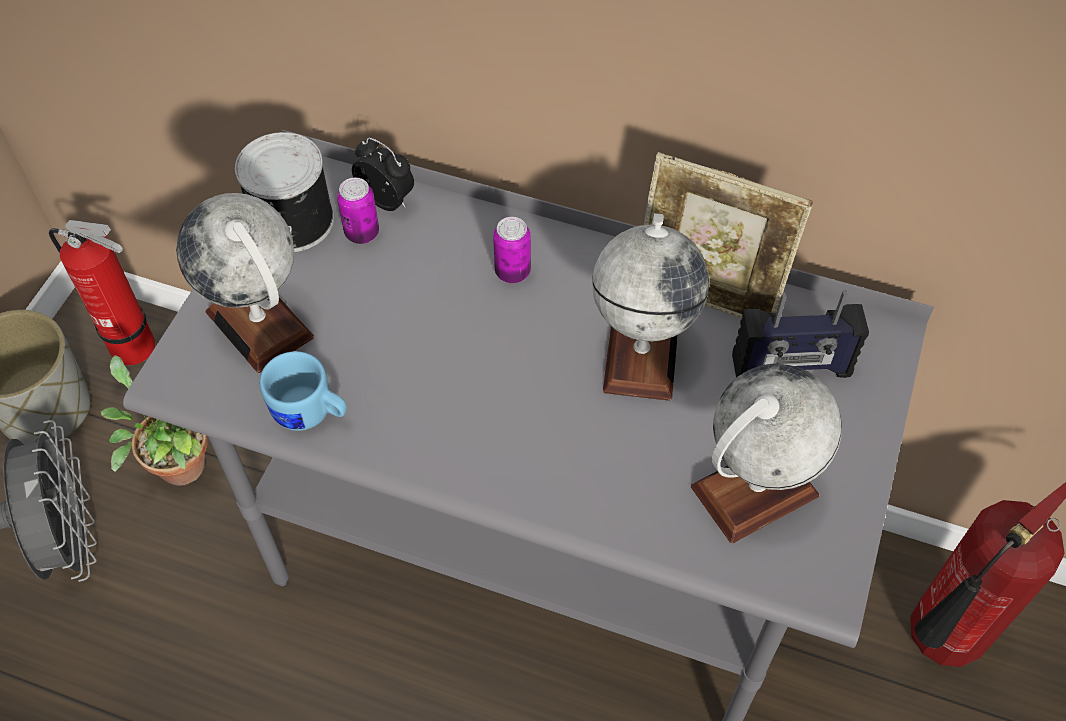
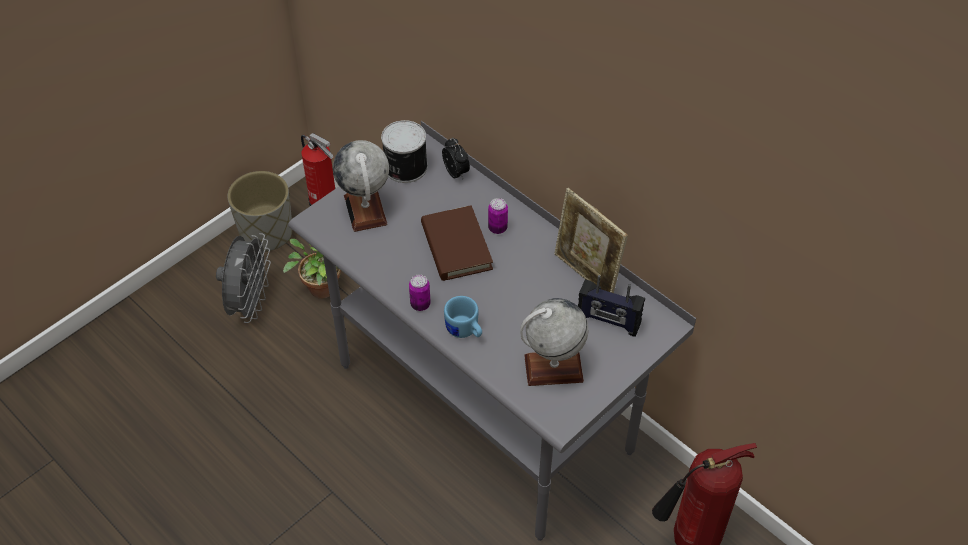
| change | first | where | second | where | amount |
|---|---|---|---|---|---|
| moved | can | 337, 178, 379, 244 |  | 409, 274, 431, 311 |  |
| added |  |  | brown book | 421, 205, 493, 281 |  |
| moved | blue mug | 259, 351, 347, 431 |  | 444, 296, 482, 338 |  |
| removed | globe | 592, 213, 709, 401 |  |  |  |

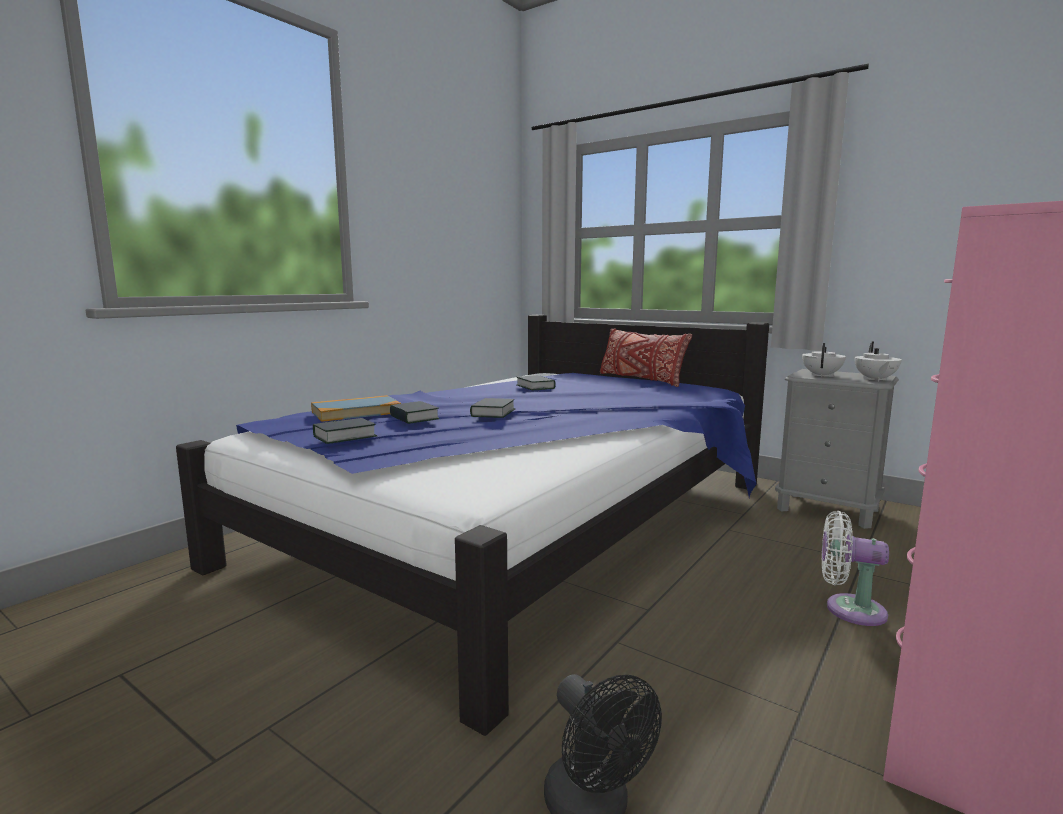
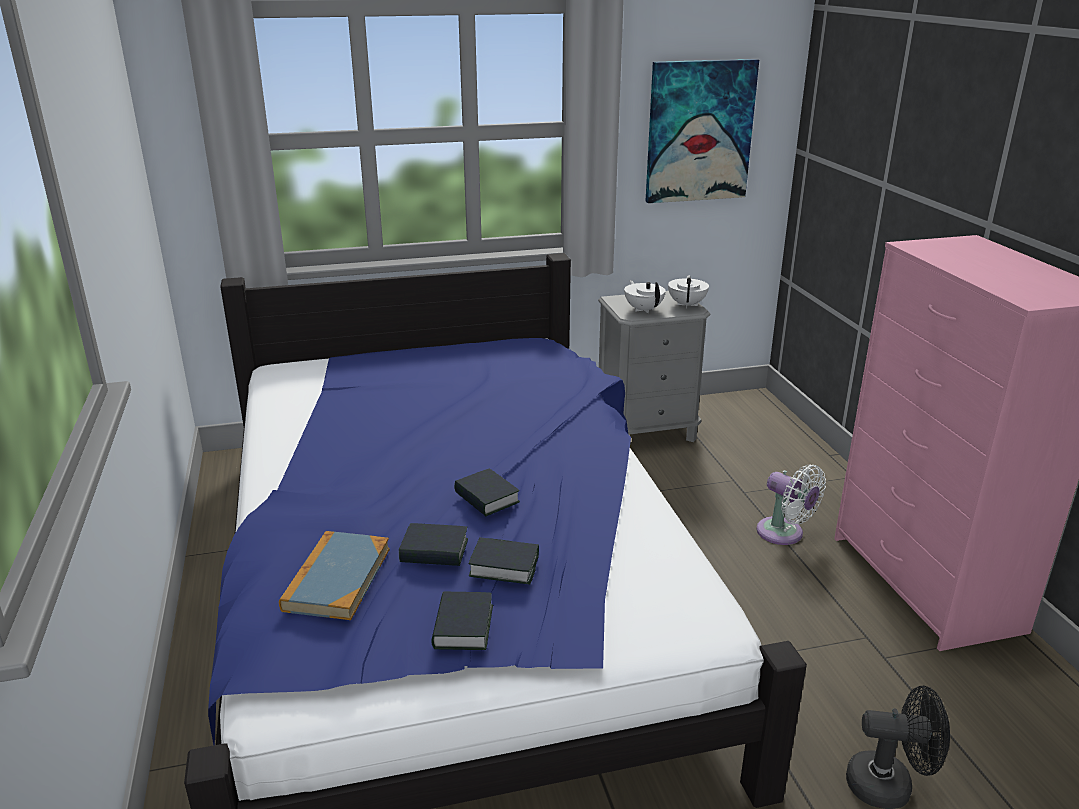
| change | first | where | second | where | amount |
|---|---|---|---|---|---|
| moved | book | 516, 375, 556, 391 |  | 469, 537, 539, 584 |  |
| added |  |  | picture | 645, 59, 759, 203 |  |
| turned | white teapot | 854, 342, 902, 381 |  | 668, 275, 709, 308 | 135 degrees counterclockwise |
| turned | white fan | 822, 511, 889, 626 |  | 757, 464, 826, 545 | 105 degrees counterclockwise |
| removed | red pillow | 600, 328, 692, 387 |  |  |  |

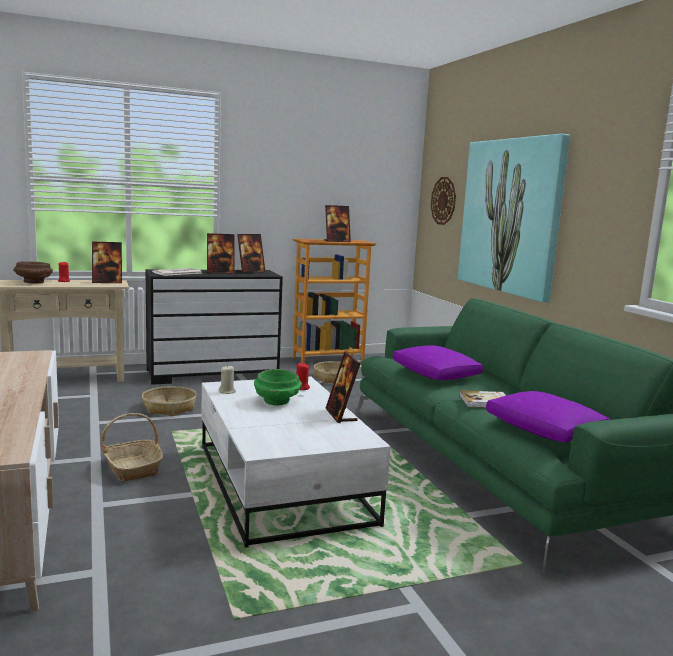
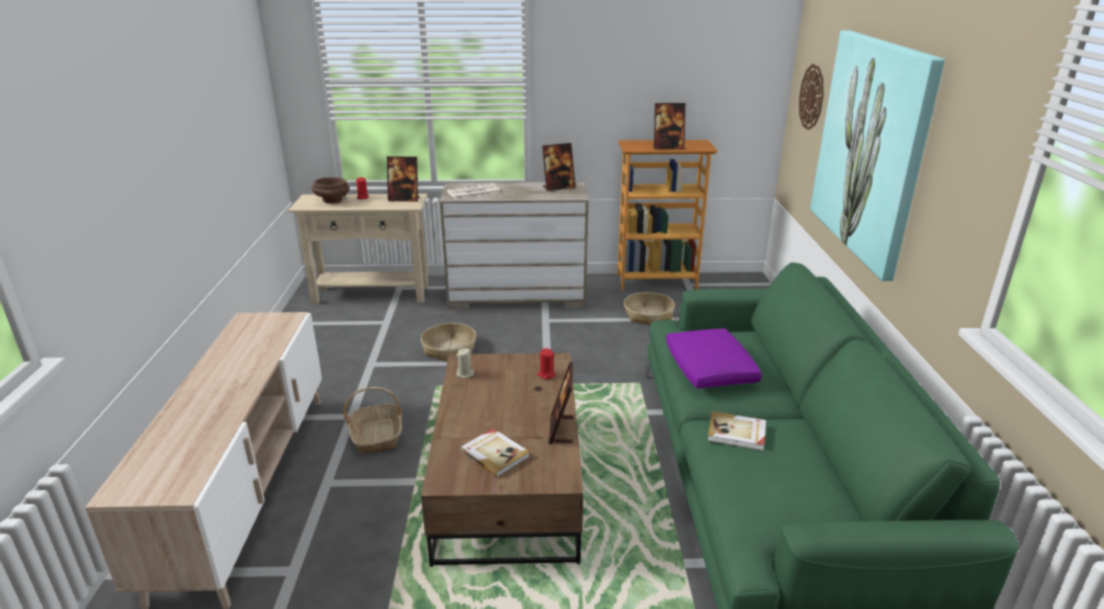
| change | first | where | second | where | amount |
|---|---|---|---|---|---|
| recoloured | white coffee table | 201, 376, 391, 548 | brown coffee table | 421, 353, 583, 567 |  |
| recoloured | black dresser | 146, 269, 283, 385 | beige dresser | 439, 182, 589, 310 |  |
| added |  |  | book | 460, 428, 530, 477 |  |
| removed | picture frame | 207, 233, 234, 274 |  |  |  |
| removed | green bowl | 254, 369, 302, 405 |  |  |  |
| removed | purple pillow | 486, 391, 610, 442 |  |  |  |

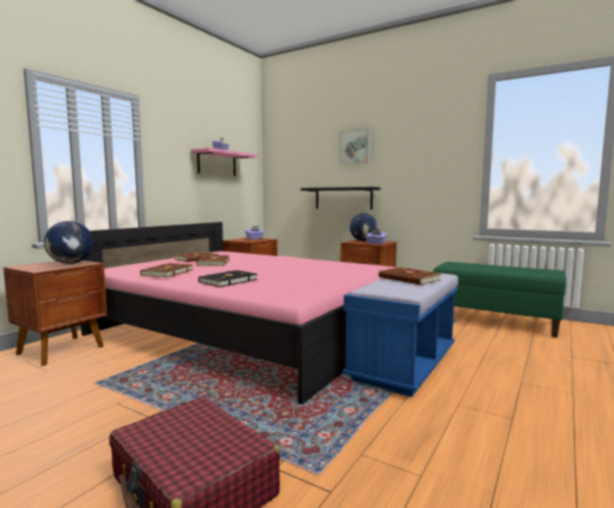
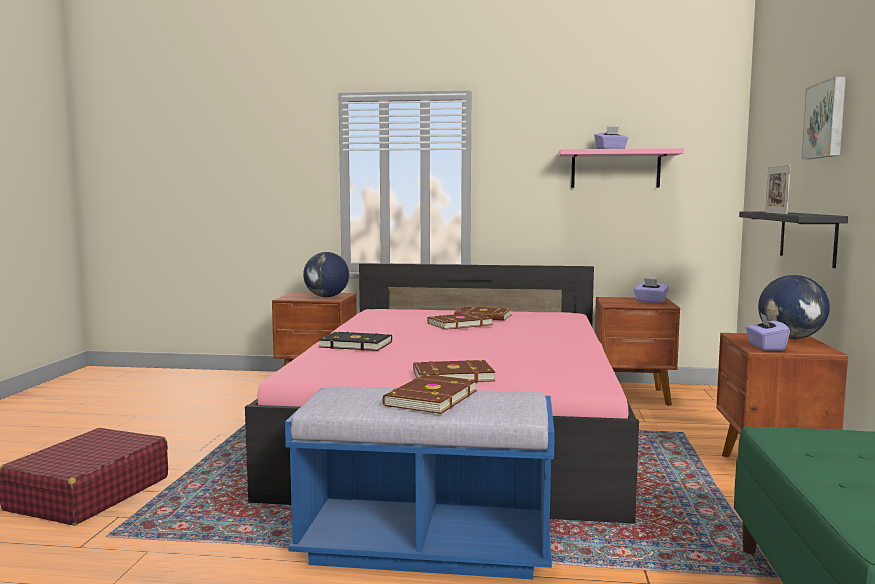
| change | first | where | second | where | amount |
|---|---|---|---|---|---|
| moved | brown book | 140, 263, 193, 277 |  | 413, 360, 495, 383 |  |
| added |  |  | picture frame | 765, 165, 791, 214 |  |

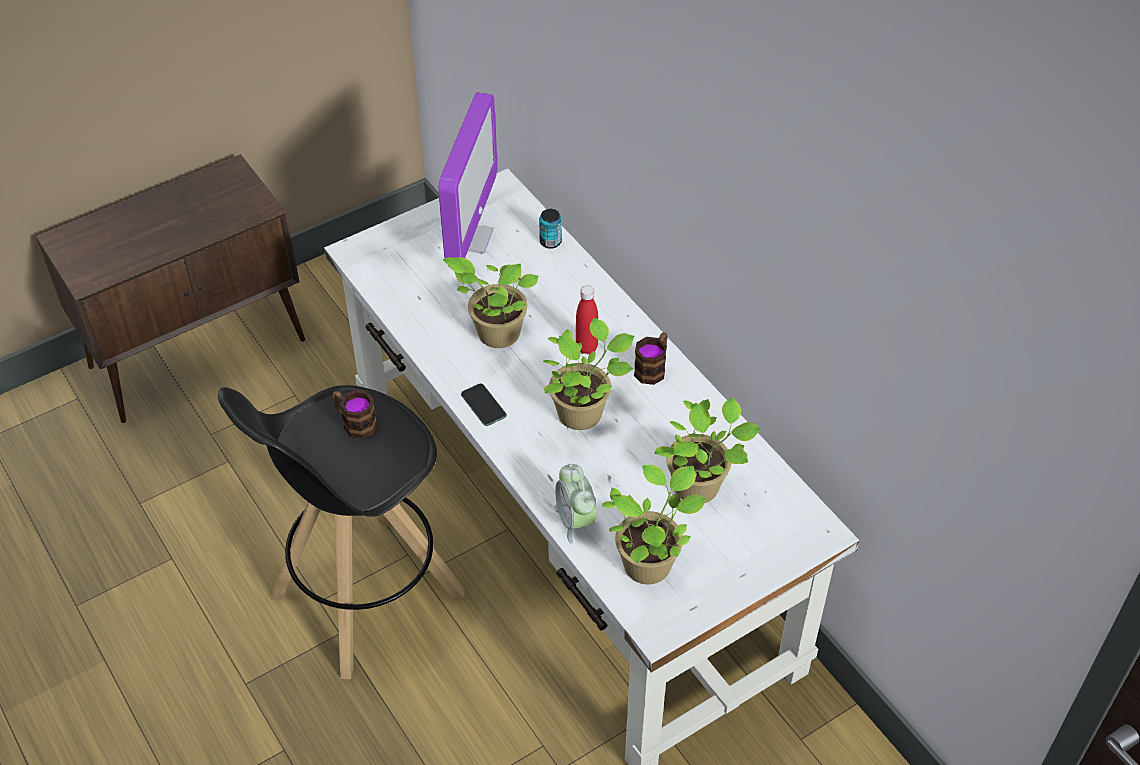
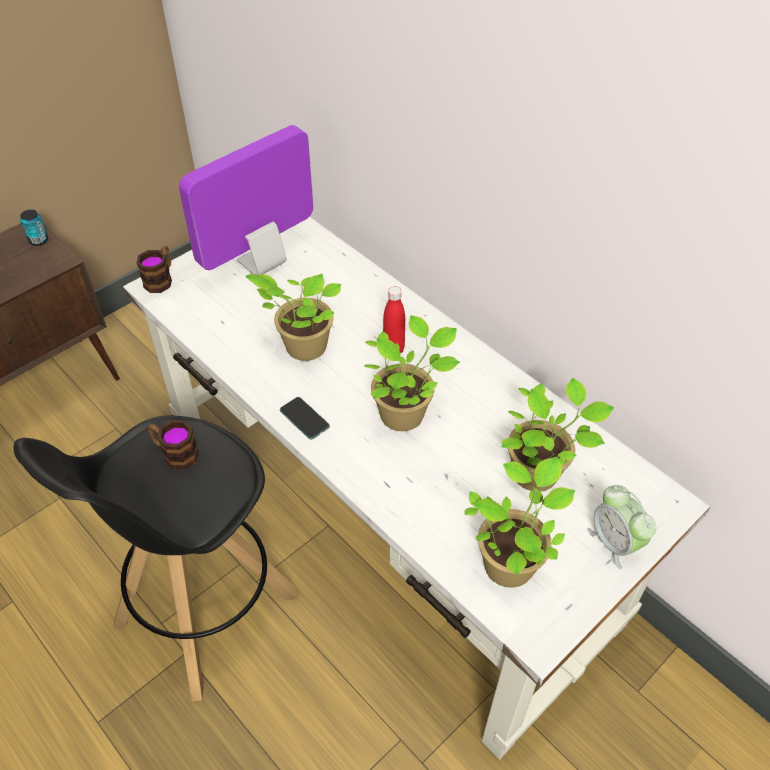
| change | first | where | second | where | amount |
|---|---|---|---|---|---|
| moved | can | 539, 209, 562, 249 |  | 20, 209, 48, 246 |  |
| moved | mug | 634, 332, 668, 385 |  | 136, 246, 172, 293 |  |
| turned | monitor | 438, 92, 497, 259 |  | 179, 125, 313, 275 | 135 degrees counterclockwise |
| moved | alarm clock | 554, 464, 596, 544 |  | 587, 485, 656, 570 |  |

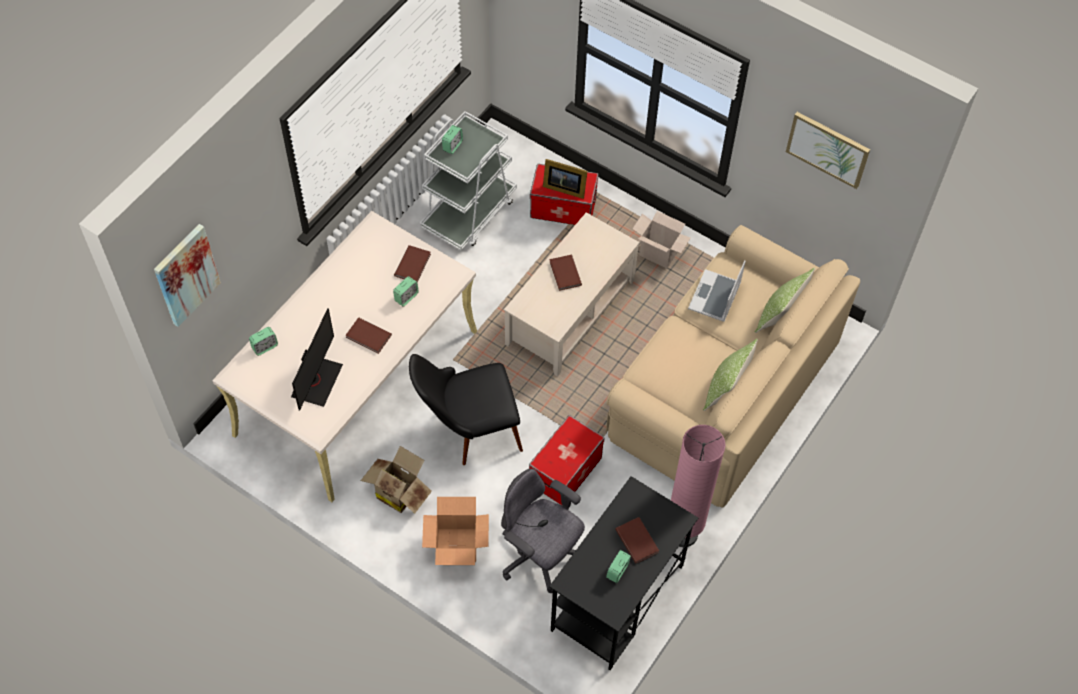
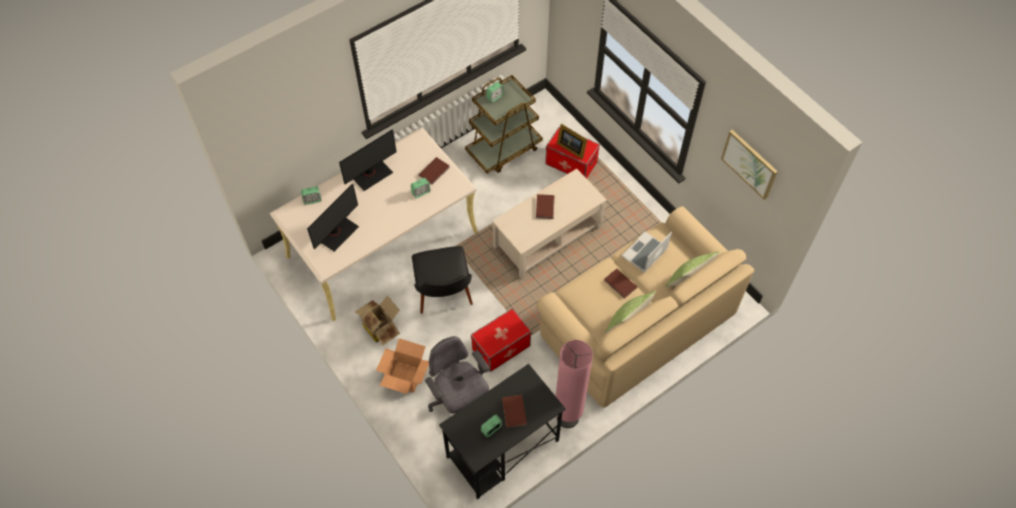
| change | first | where | second | where | amount |
|---|---|---|---|---|---|
| added |  |  | monitor | 339, 129, 396, 191 |  |
| turned | black chair | 409, 354, 523, 465 |  | 412, 246, 473, 314 | 105 degrees counterclockwise |
| recoloured | white cart | 420, 111, 517, 251 | brown cart | 465, 75, 543, 173 |  |
| moved | brown book | 345, 317, 392, 354 |  | 604, 269, 637, 299 |  |
| removed | picture | 154, 224, 221, 327 |  |  |  |
| removed | cardboard box | 632, 211, 690, 268 |  |  |  |

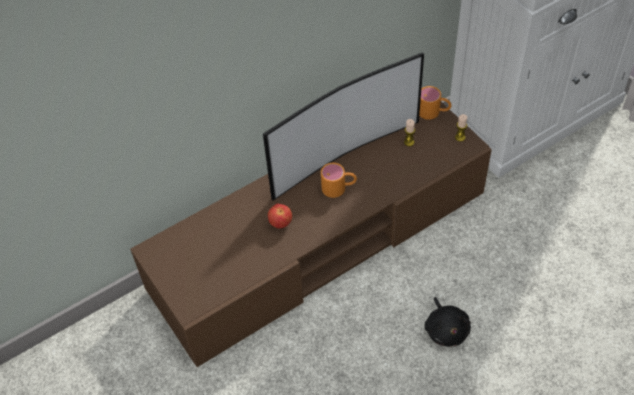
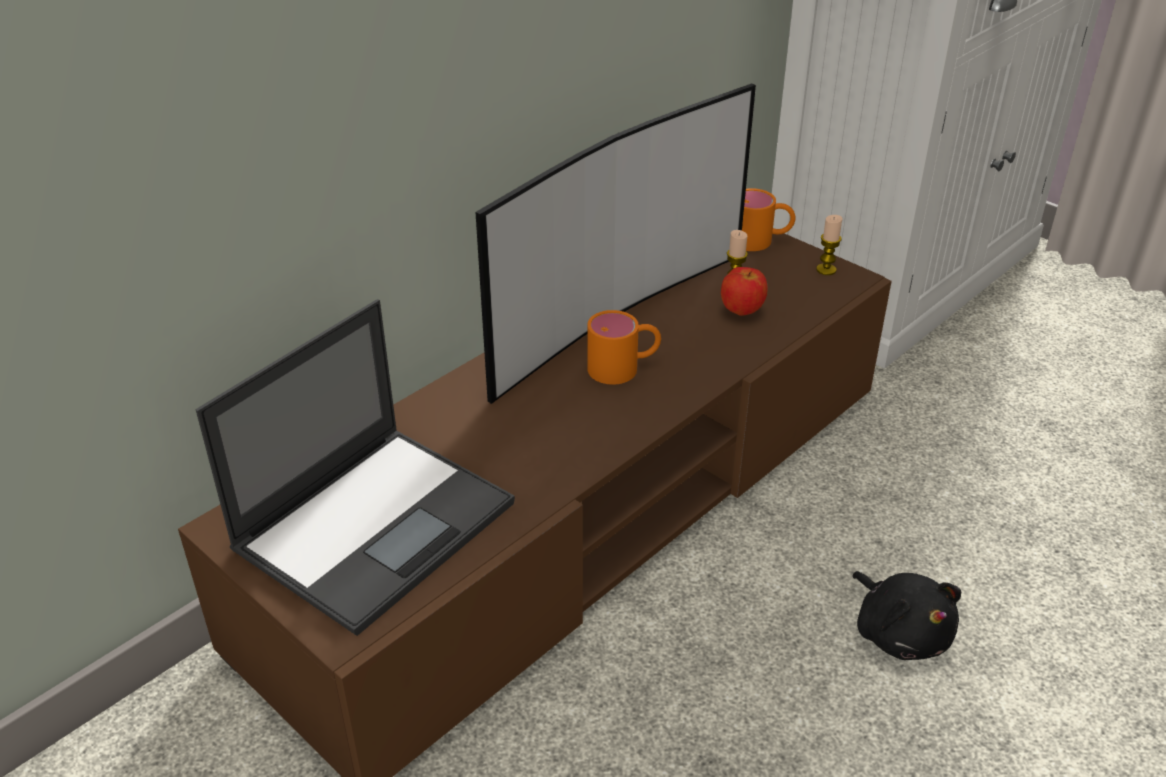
| change | first | where | second | where | amount |
|---|---|---|---|---|---|
| added |  |  | laptop | 196, 299, 515, 636 |  |
| moved | apple | 268, 204, 292, 228 |  | 721, 267, 768, 316 |  |

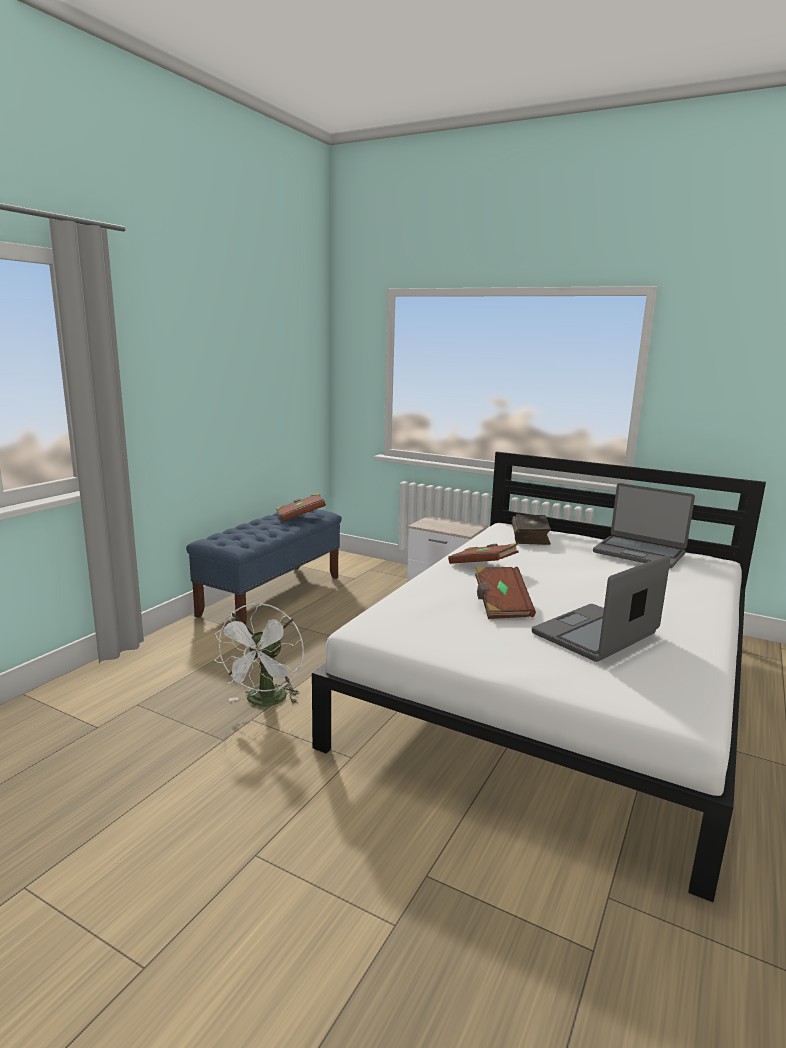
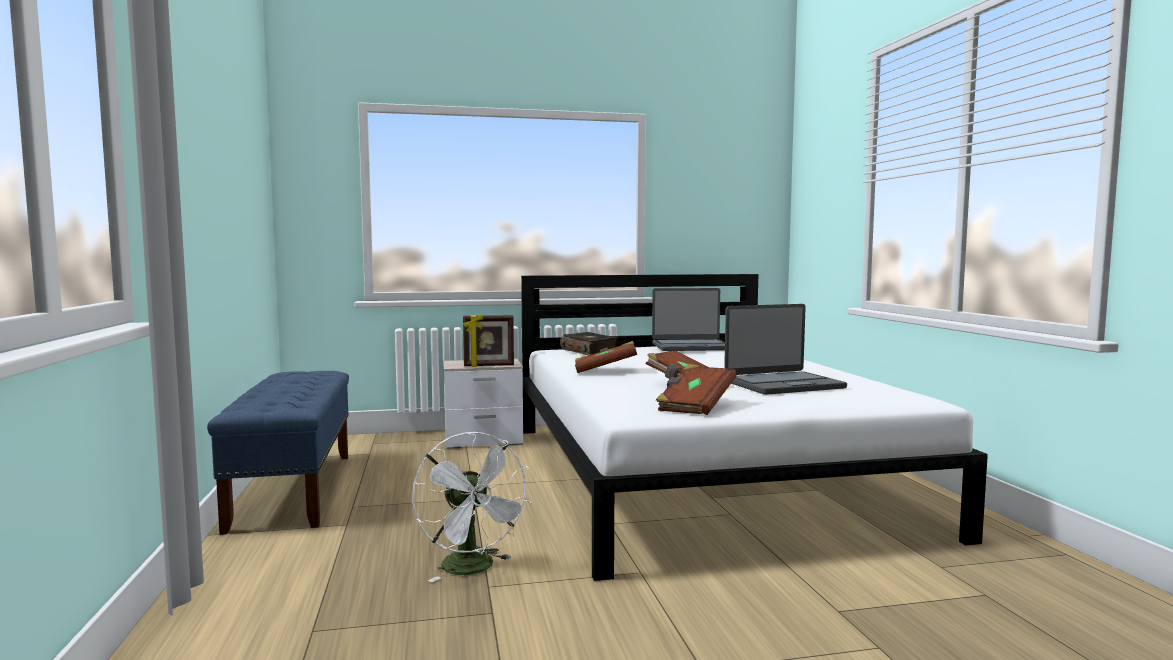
| change | first | where | second | where | amount |
|---|---|---|---|---|---|
| added |  |  | picture frame | 463, 314, 514, 367 |  |
| moved | brown book | 276, 493, 326, 521 |  | 656, 364, 737, 415 |  |
| turned | laptop | 532, 555, 670, 662 |  | 724, 304, 847, 395 | 120 degrees counterclockwise |

